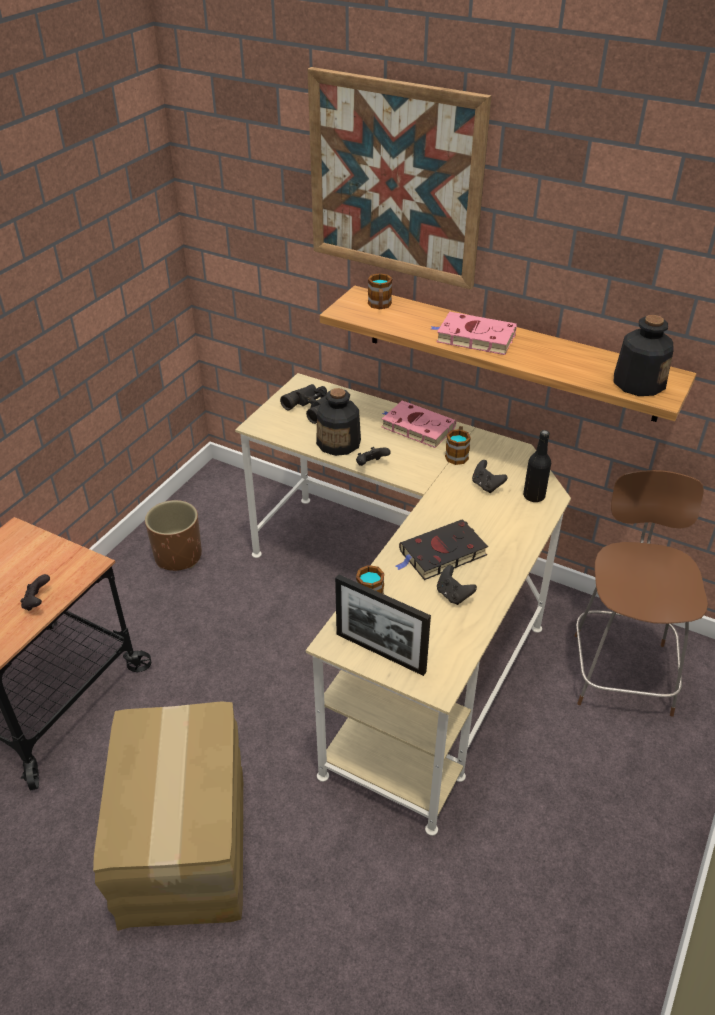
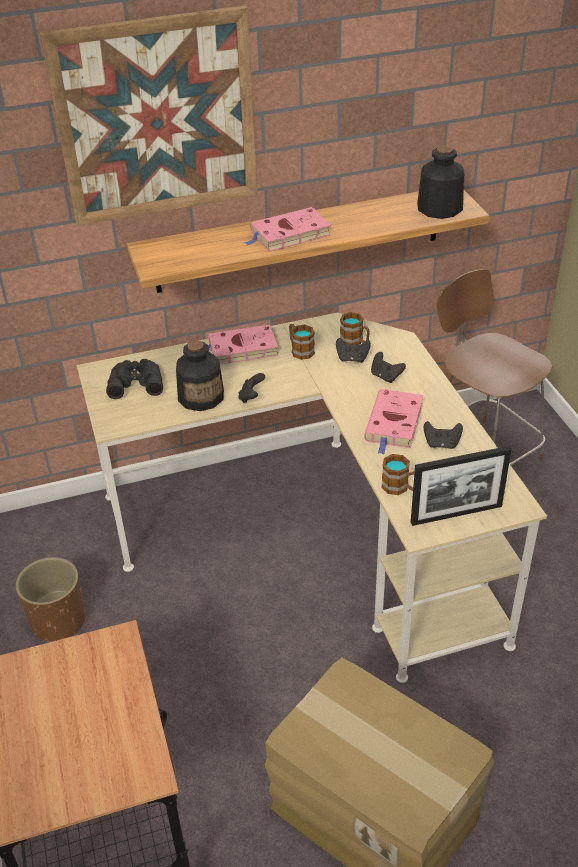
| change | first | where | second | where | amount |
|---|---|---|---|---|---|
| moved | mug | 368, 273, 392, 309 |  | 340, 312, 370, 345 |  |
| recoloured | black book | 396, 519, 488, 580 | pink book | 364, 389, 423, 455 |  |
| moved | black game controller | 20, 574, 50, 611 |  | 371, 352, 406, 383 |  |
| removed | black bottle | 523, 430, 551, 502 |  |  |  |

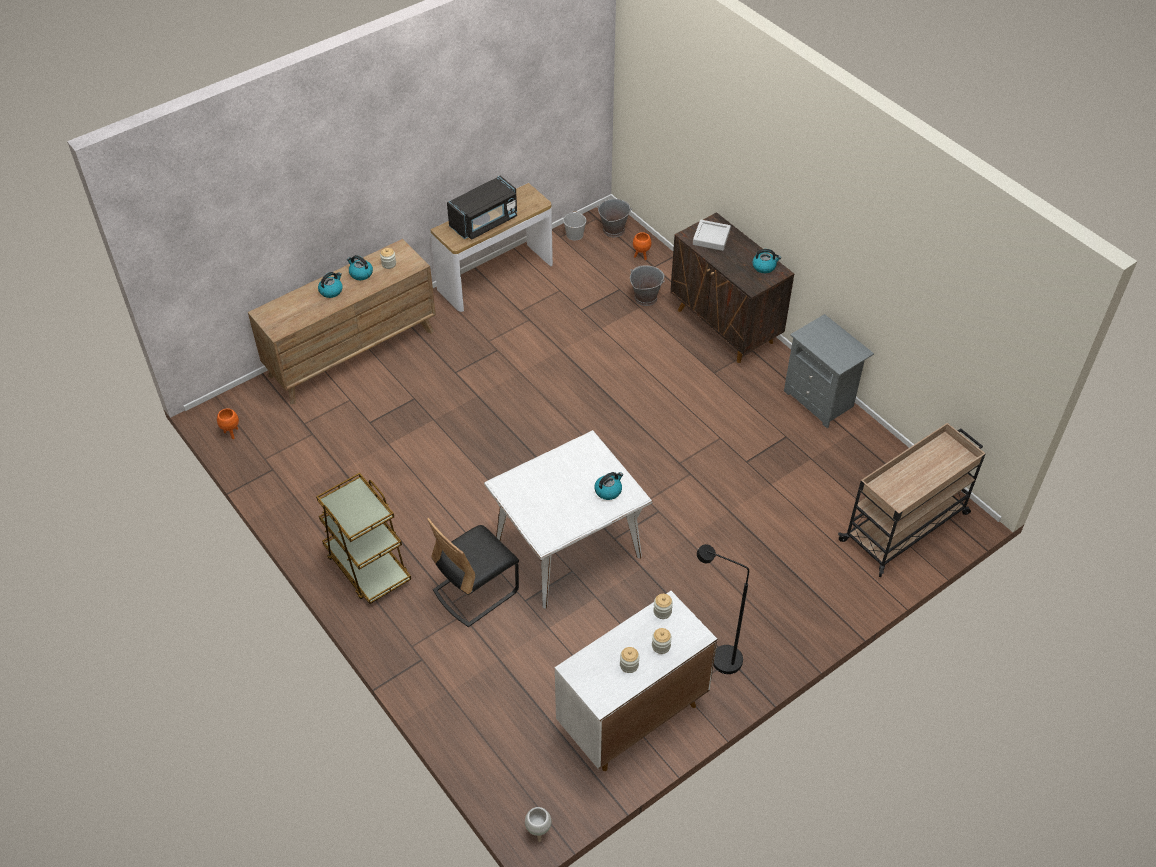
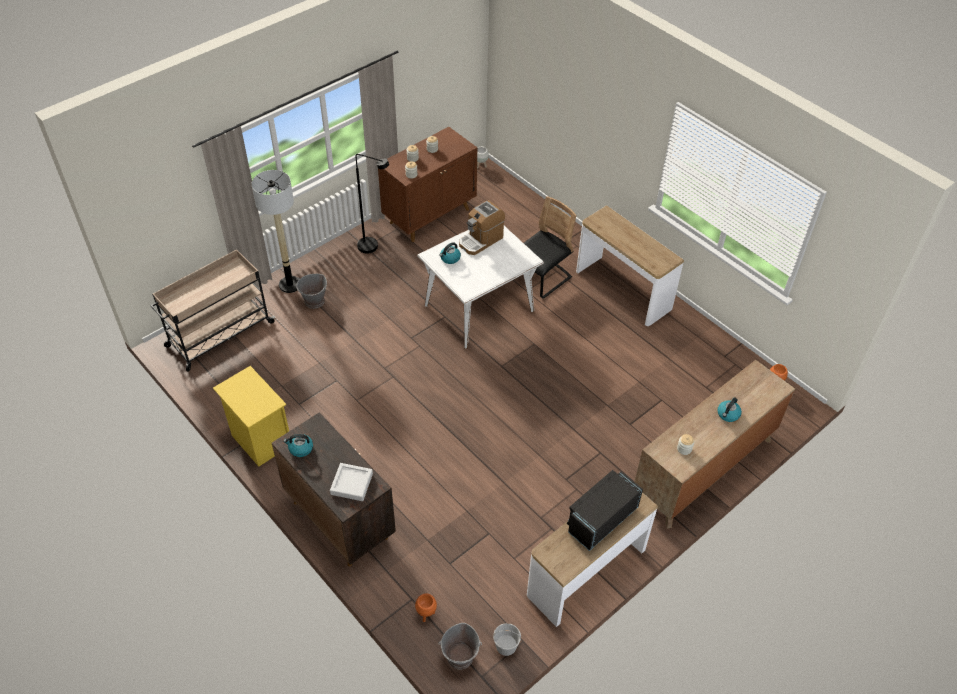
| change | first | where | second | where | amount |
|---|---|---|---|---|---|
| recoloured | grey nightstand | 784, 314, 874, 428 | yellow nightstand | 213, 366, 289, 467 |  |
| added |  |  | floor lamp | 251, 170, 298, 293 |  |
| moved | grey bucket | 630, 265, 665, 306 |  | 296, 274, 327, 309 |  |
| recoloured | white cabinet | 555, 591, 717, 771 | brown cabinet | 378, 127, 477, 242 |  |
| added |  |  | coffee machine | 459, 200, 505, 255 |  |
| replaced | brown cart | 316, 473, 411, 604 | console table | 576, 205, 684, 326 |  |
| removed | kettle | 347, 255, 373, 280 |  |  |  |

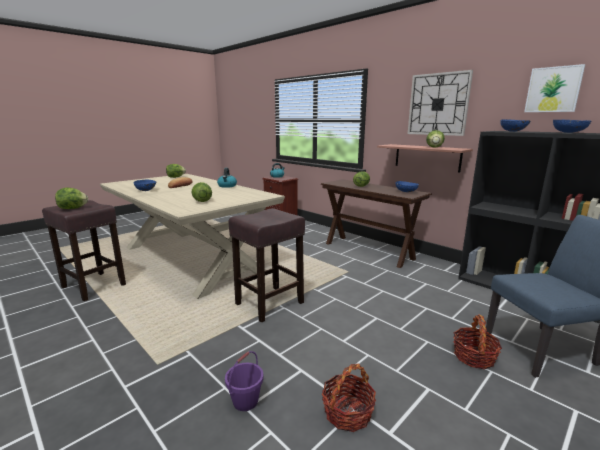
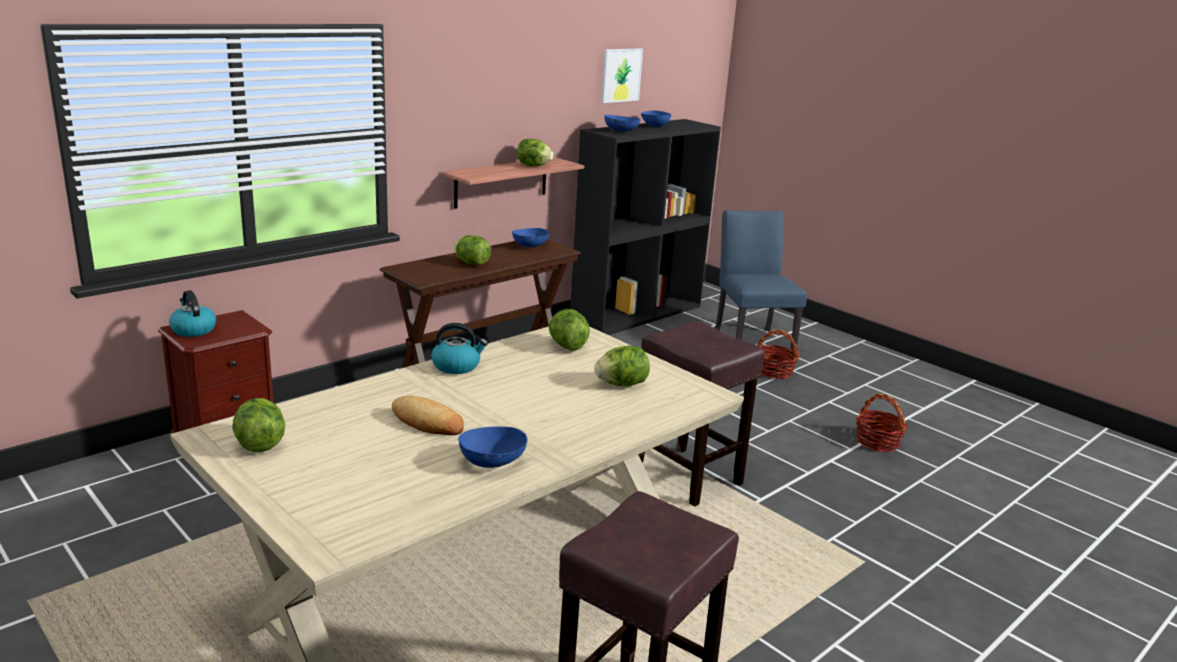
| change | first | where | second | where | amount |
|---|---|---|---|---|---|
| moved | lettuce | 55, 187, 88, 209 |  | 549, 309, 590, 351 |  |
| removed | purple bucket | 225, 351, 263, 411 |  |  |  |
| removed | wall clock | 408, 70, 473, 136 |  |  |  |

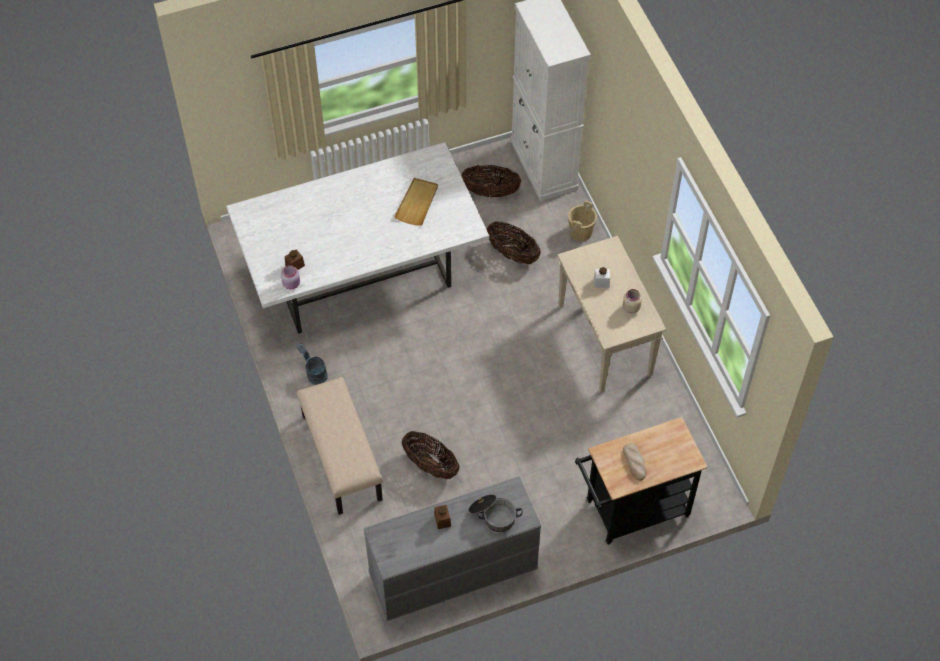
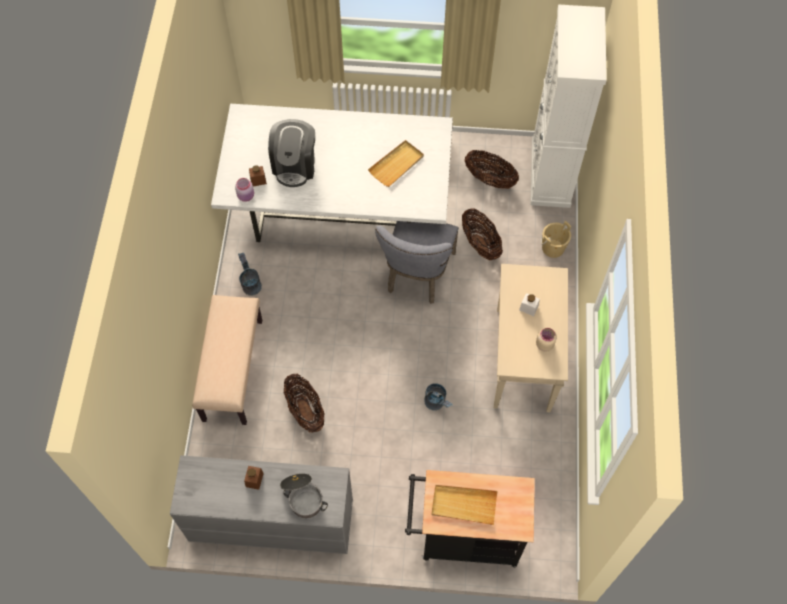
| change | first | where | second | where | amount |
|---|---|---|---|---|---|
| added |  |  | coffee machine | 268, 119, 315, 187 |  |
| added |  |  | grey chair | 375, 221, 459, 304 |  |
| added |  |  | grey bucket | 424, 383, 453, 411 |  |
| replaced | bread | 623, 443, 647, 481 | beige tray | 431, 485, 498, 525 |  |

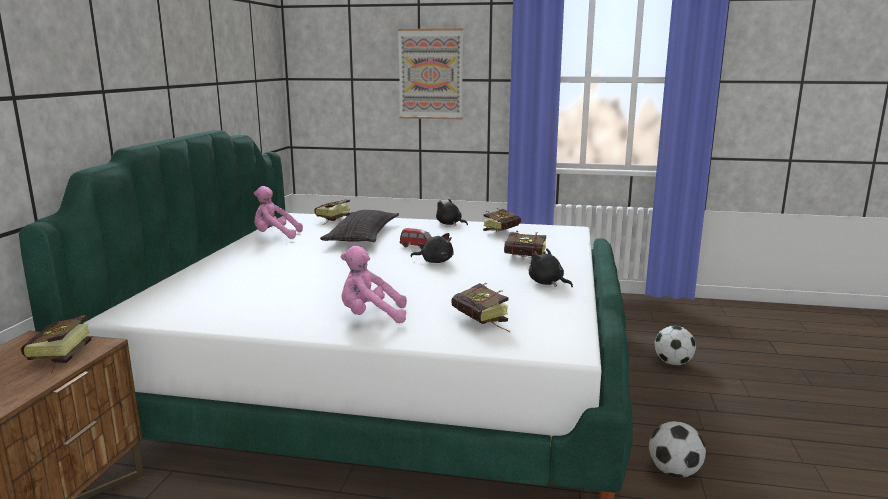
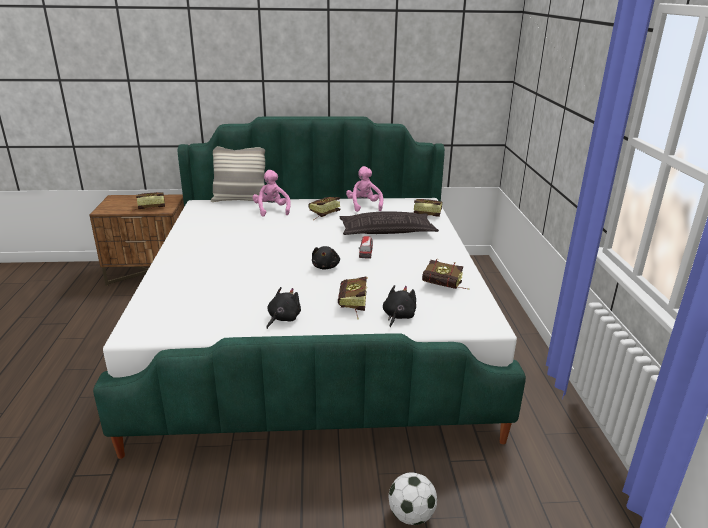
| change | first | where | second | where | amount |
|---|---|---|---|---|---|
| added |  |  | pillow | 211, 146, 265, 202 |  |
| moved | pink plush toy | 341, 246, 407, 323 |  | 253, 170, 291, 217 |  |
| moved | book | 451, 283, 509, 332 |  | 308, 197, 340, 220 |  |
| moved | black plush toy | 436, 199, 468, 226 |  | 383, 285, 416, 327 |  |
| removed | picture | 398, 28, 463, 119 |  |  |  |
| removed | football | 649, 421, 706, 478 |  |  |  |

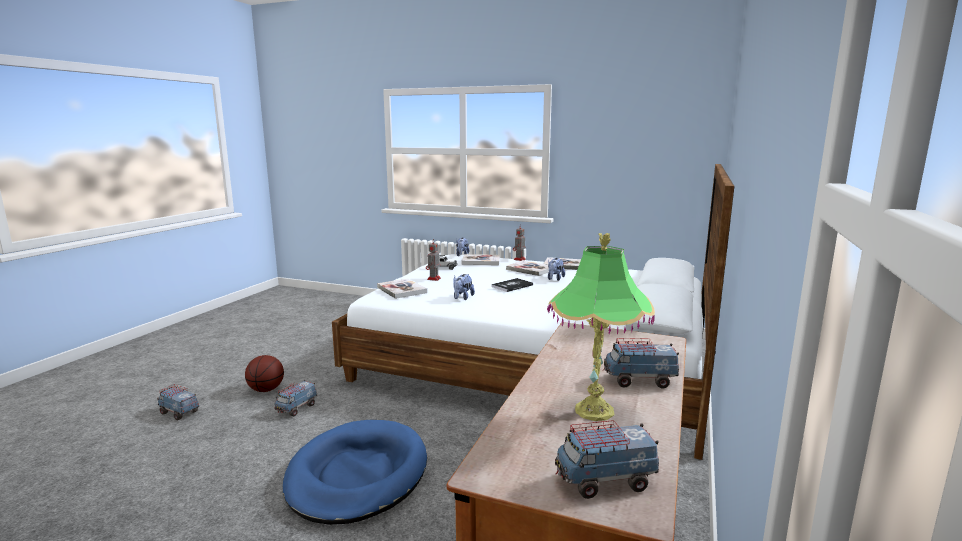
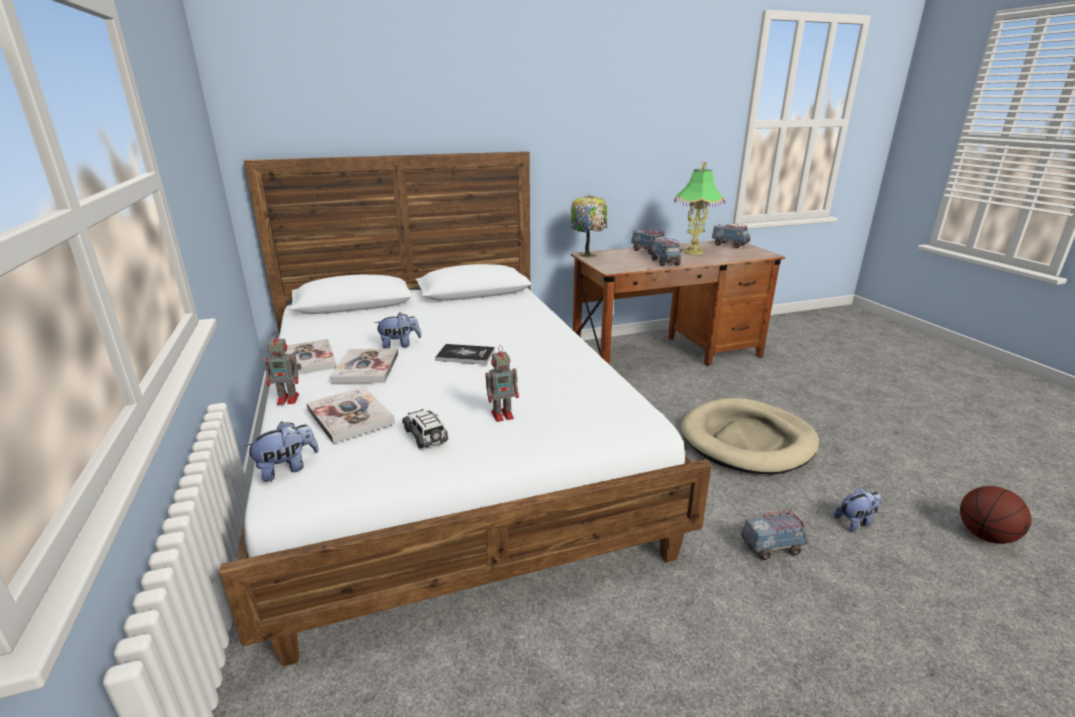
| change | first | where | second | where | amount |
|---|---|---|---|---|---|
| added |  |  | table lamp | 571, 195, 607, 258 |  |
| moved | toy truck | 157, 384, 199, 420 |  | 651, 238, 682, 266 |  |
| recoloured | blue dog bed | 283, 420, 427, 525 | beige dog bed | 681, 398, 819, 475 |  |
| moved | plush toy | 453, 274, 475, 300 |  | 834, 487, 882, 531 |  |
| moved | basketball | 245, 355, 284, 392 |  | 960, 486, 1031, 544 |  |
| removed | book | 377, 279, 427, 299 |  |  |  |

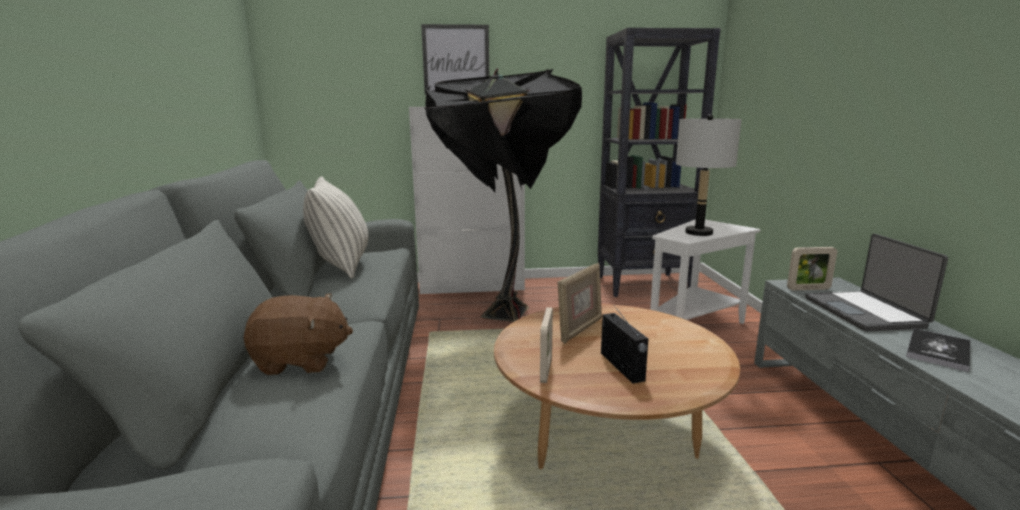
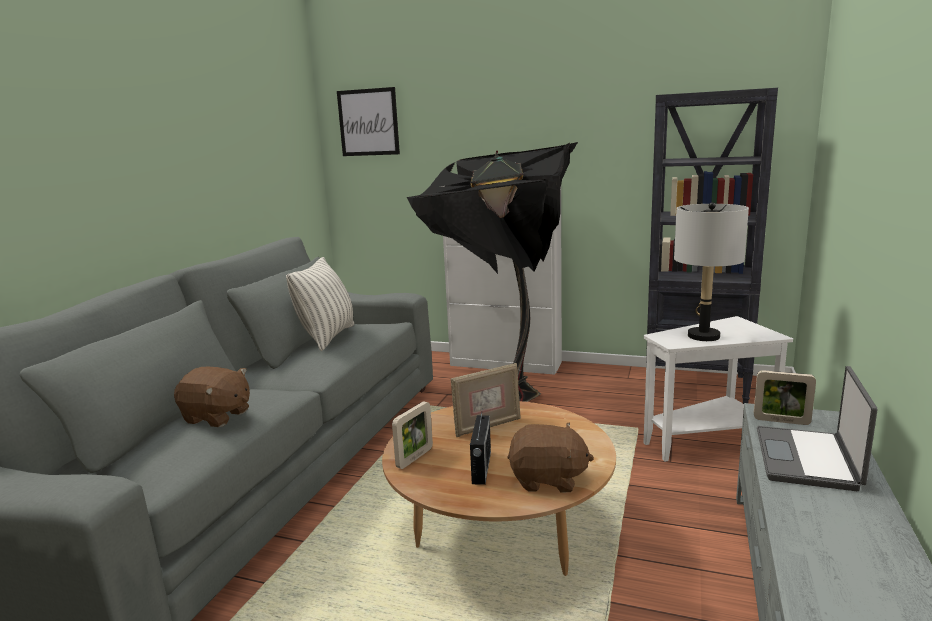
| change | first | where | second | where | amount |
|---|---|---|---|---|---|
| moved | picture | 421, 24, 489, 95 |  | 337, 87, 400, 156 |  |
| added |  |  | brown plush toy | 507, 423, 594, 492 |  |
| removed | book | 906, 328, 970, 372 |  |  |  |

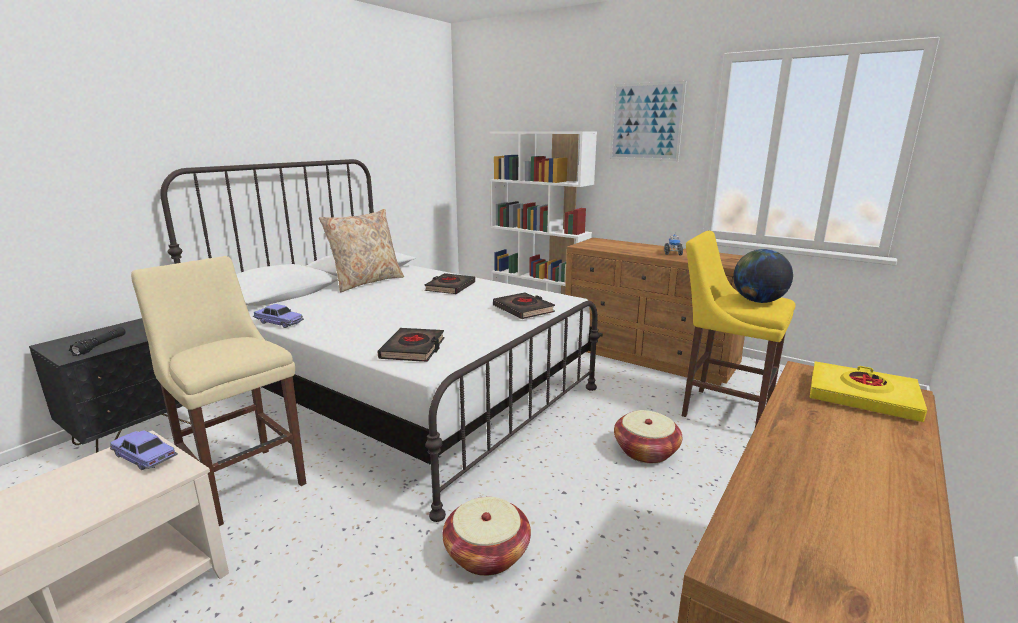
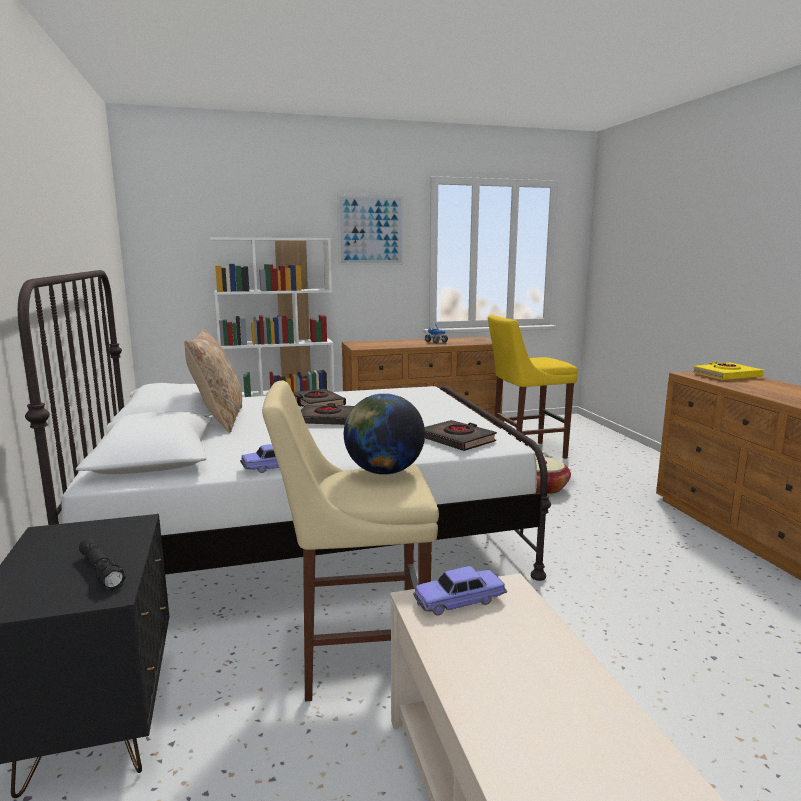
| change | first | where | second | where | amount |
|---|---|---|---|---|---|
| moved | black book | 493, 293, 555, 319 |  | 300, 403, 354, 425 |  |
| moved | globe | 733, 249, 793, 303 |  | 344, 393, 425, 475 |  |
| removed | basket | 443, 497, 531, 576 |  |  |  |

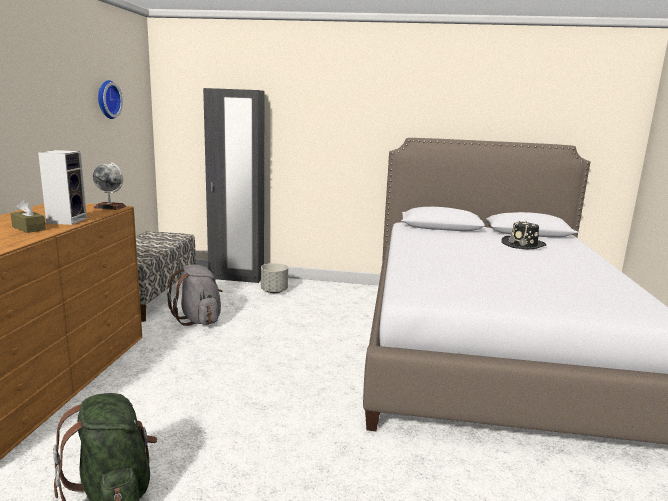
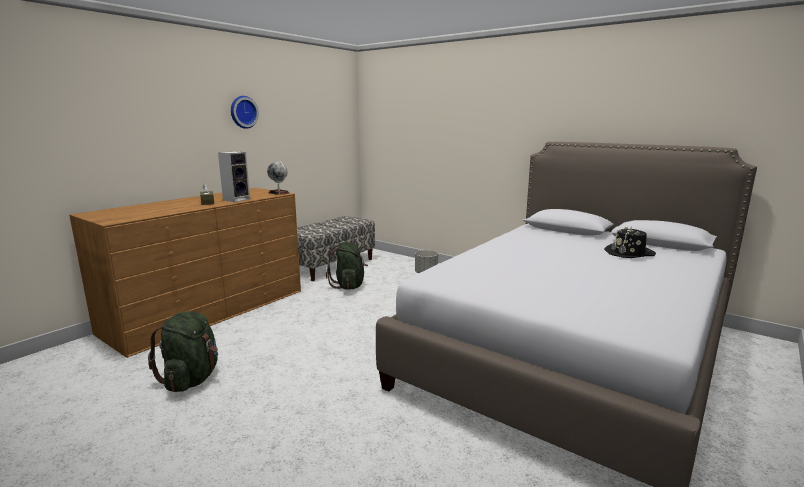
| change | first | where | second | where | amount |
|---|---|---|---|---|---|
| moved | wall clock | 98, 80, 123, 119 |  | 231, 96, 259, 129 |  |
| recoloured | grey backpack | 167, 264, 222, 326 | green backpack | 326, 242, 368, 290 |  |
| removed | black wardrobe | 203, 88, 264, 283 |  |  |  |

